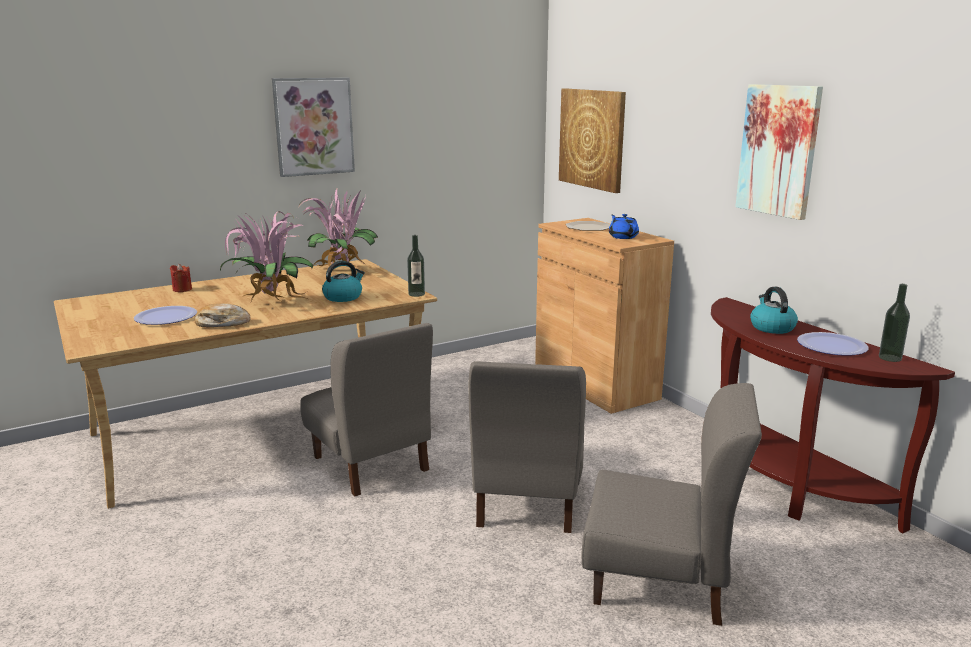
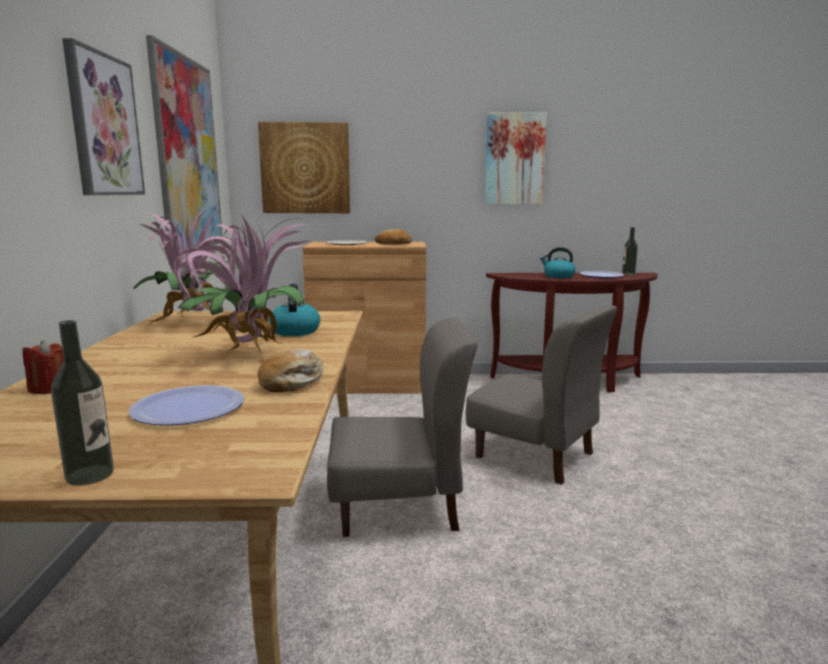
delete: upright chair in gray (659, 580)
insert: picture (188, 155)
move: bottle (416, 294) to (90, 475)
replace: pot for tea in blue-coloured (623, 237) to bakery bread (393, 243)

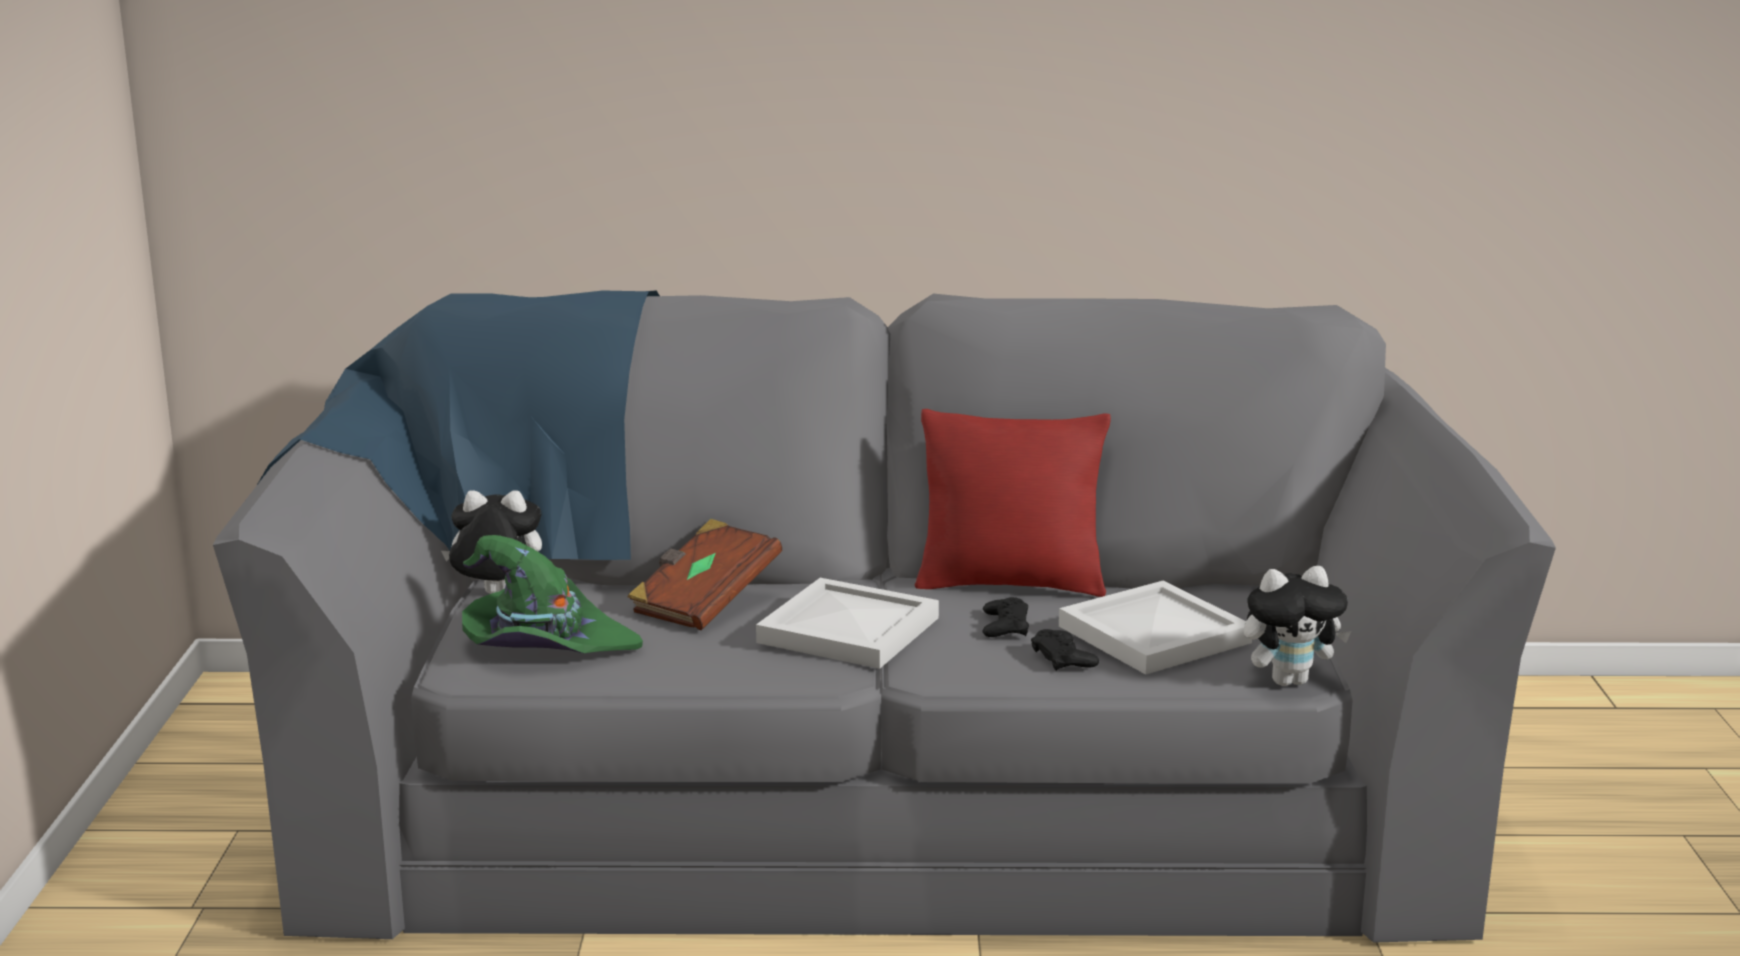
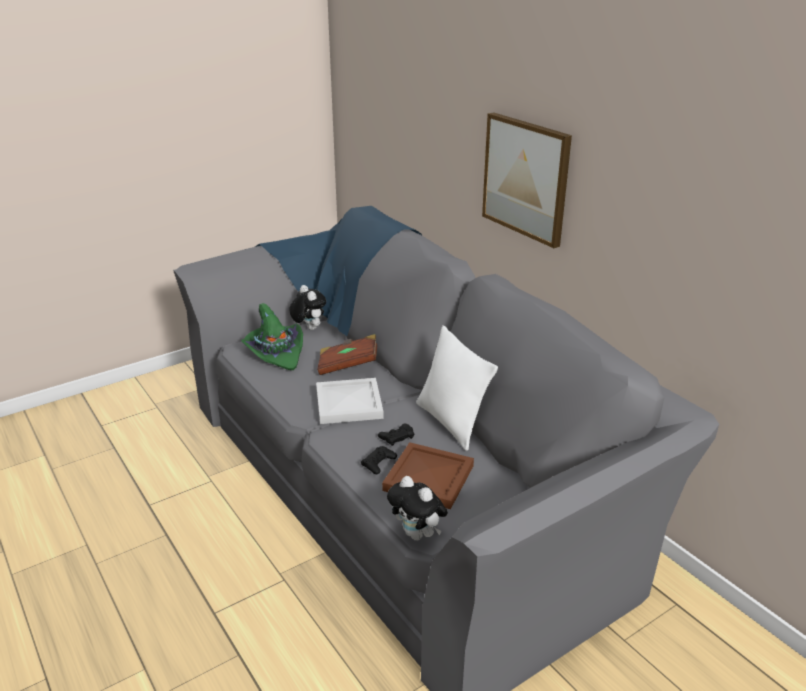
insert: picture (526, 178)
recolor: cushion in red (1010, 584) to cushion in white-coloured (451, 422); serving tray in white-coloured (1154, 635) to serving tray in brown (427, 478)

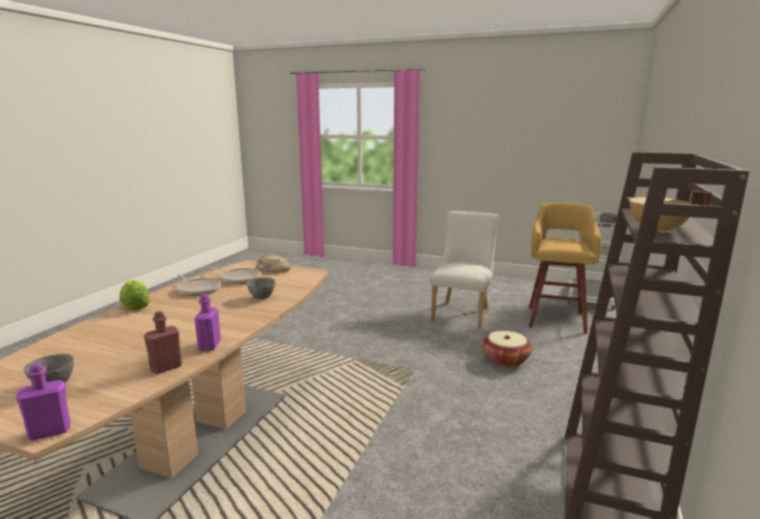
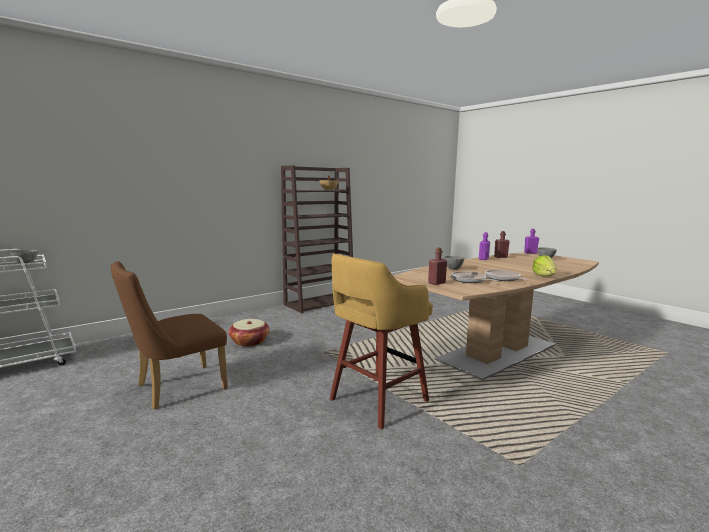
move: stool in yellow-coloured (556, 318) to (376, 401)
replace: bakery bread (273, 269) to bottle in red (436, 283)
recolor: upright chair in white-coloured (462, 312) to upright chair in brown (175, 388)

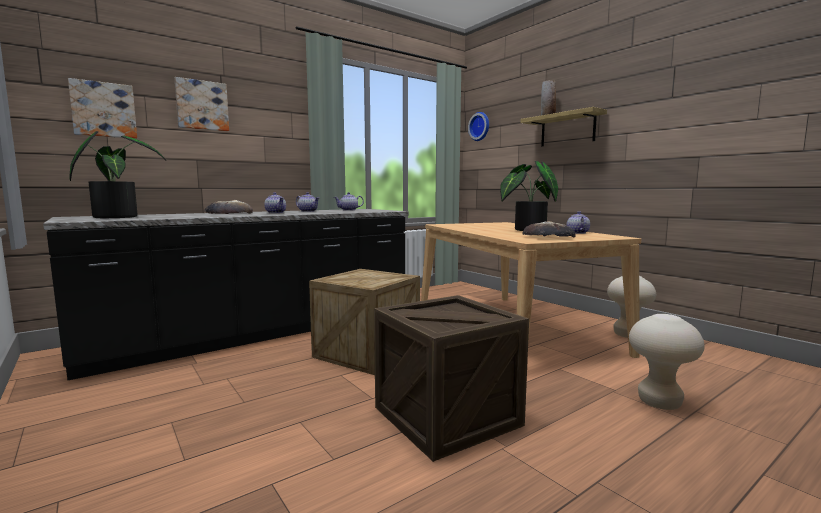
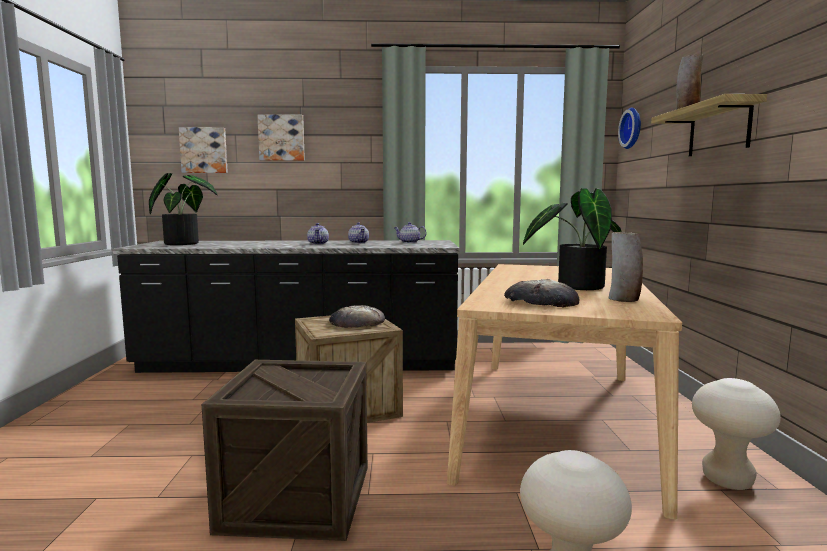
move: bakery bread (229, 213) to (356, 322)
replace: pot for tea (577, 233) to decorative vase (623, 299)

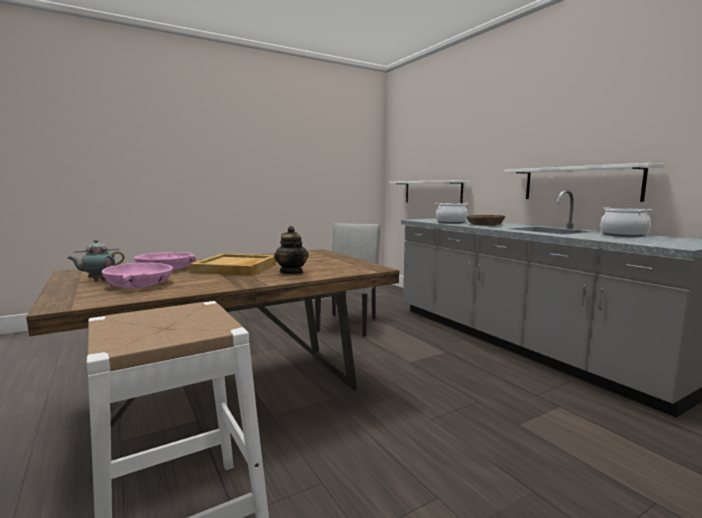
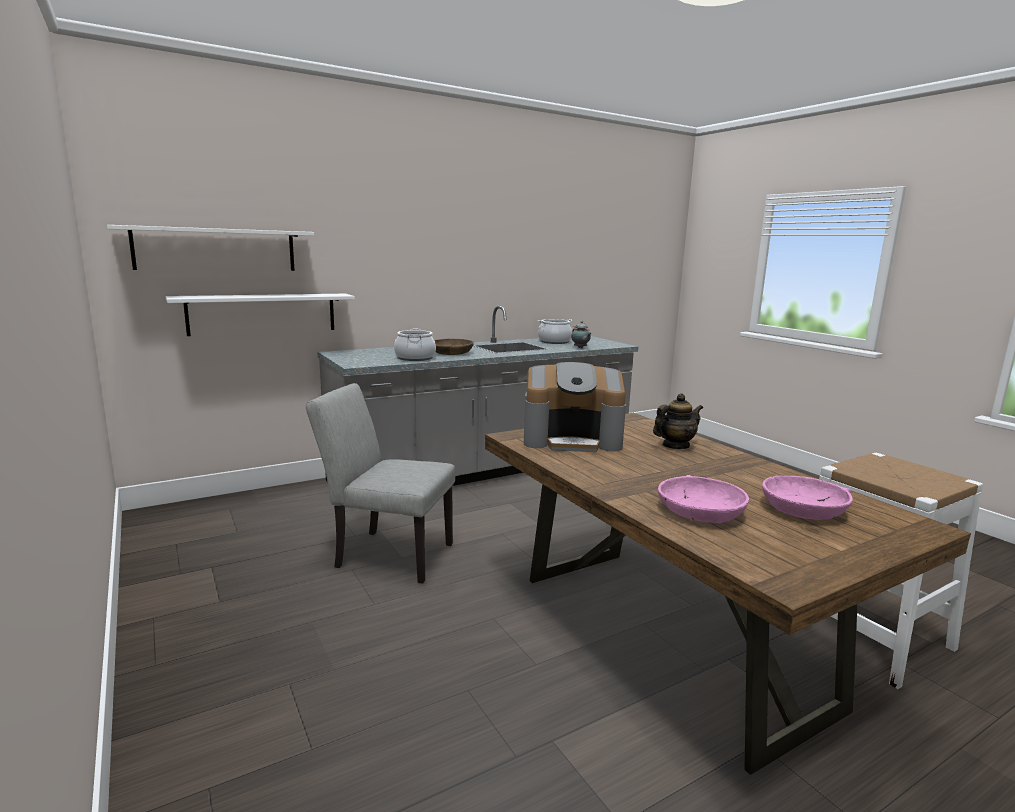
delete: serving tray in beige-coloured (236, 268)
insert: coffee brewer (572, 439)
move: pot for tea (98, 280) to (580, 348); shelf in white-coloured (579, 183) to (216, 249)

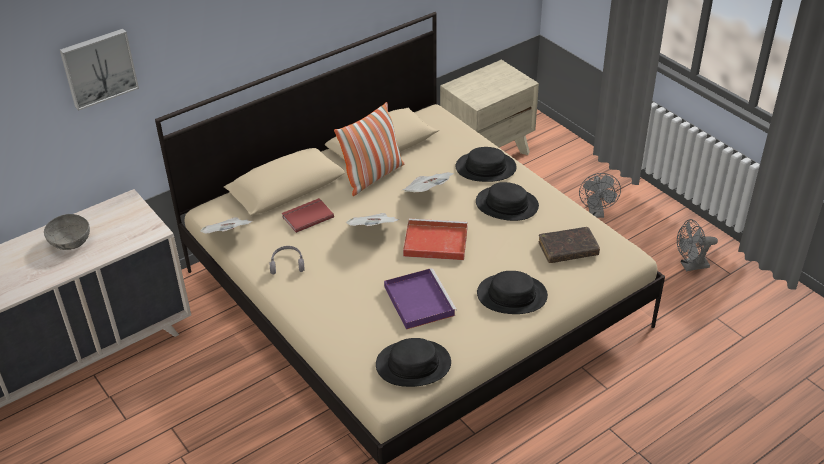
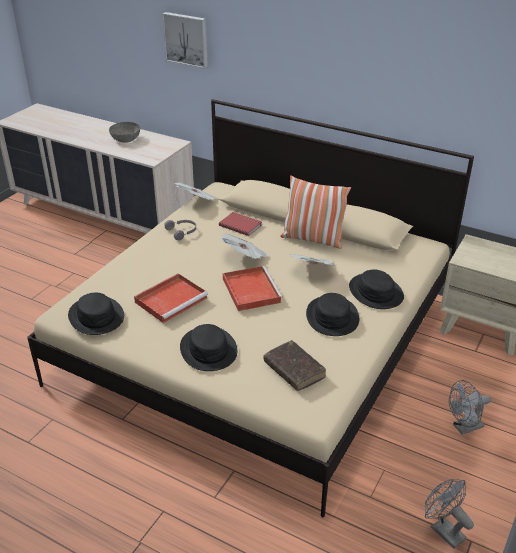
recolor: serving tray in purple-coloured (418, 300) to serving tray in red (172, 299)

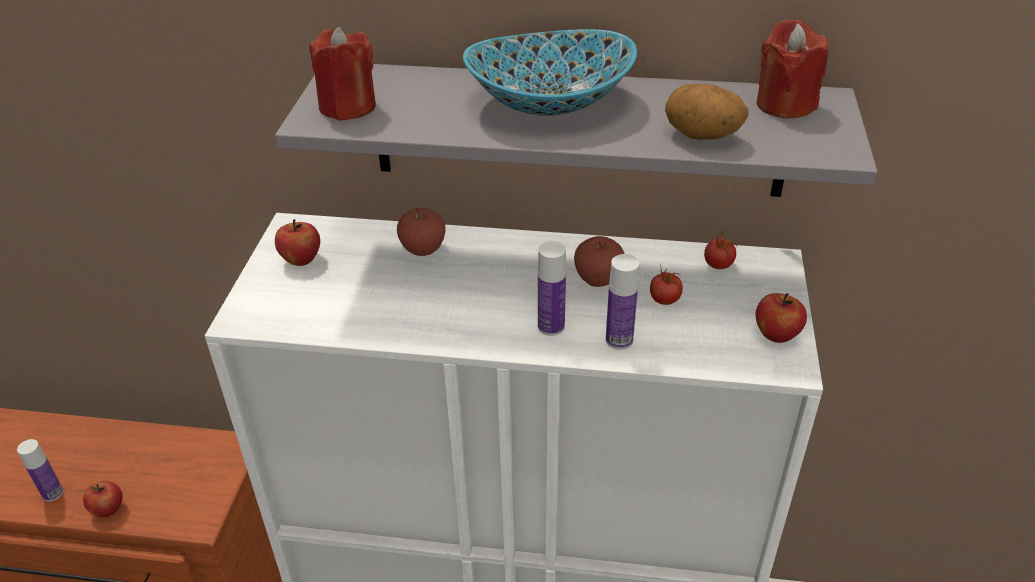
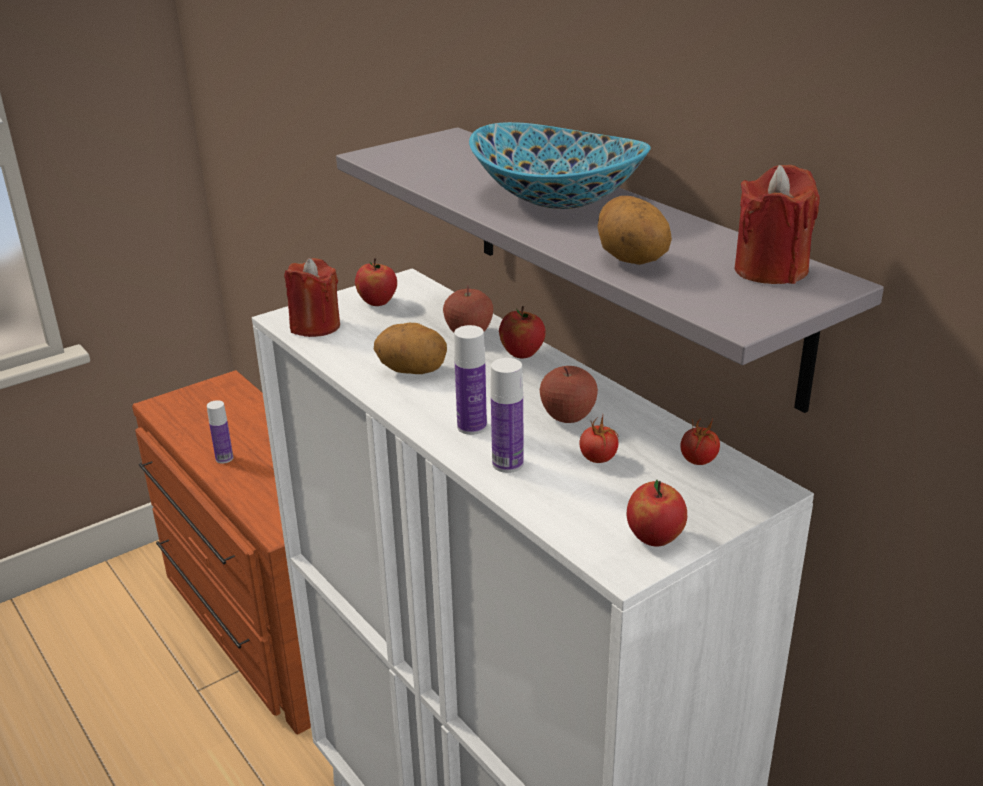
insert: potato (412, 371)
move: whole apple (108, 510) to (522, 353); wax light in red (348, 107) to (315, 326)

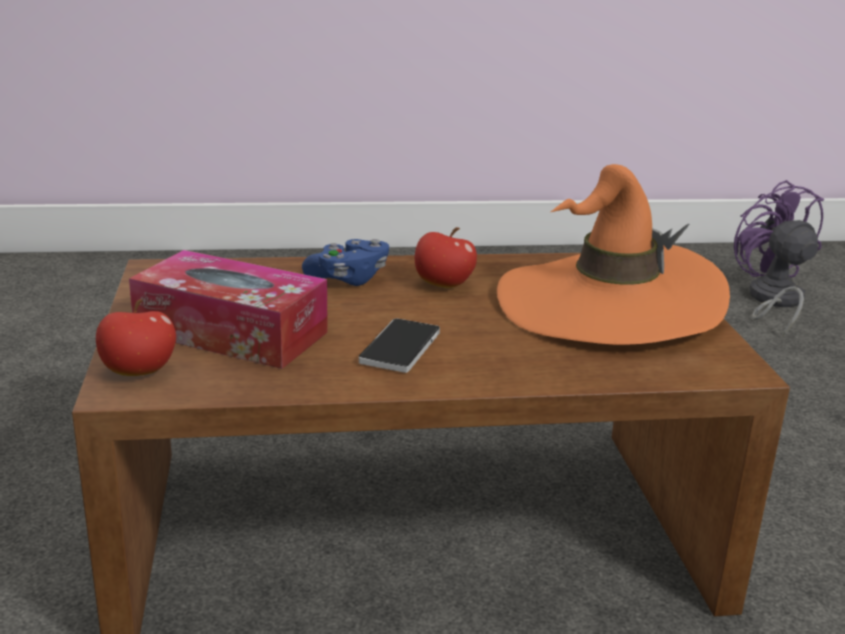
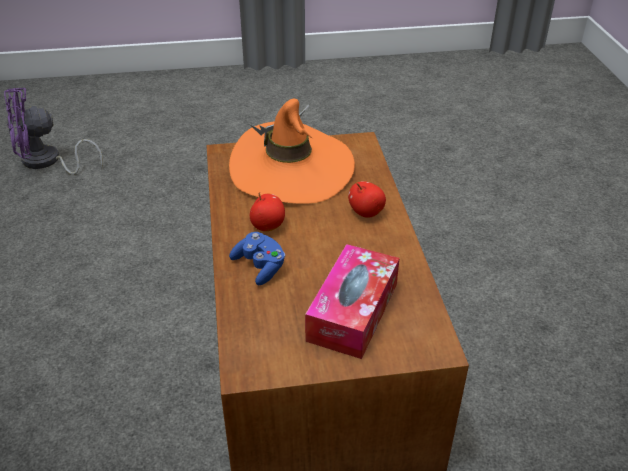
delete: handset (400, 348)
move: whole apple (138, 372) to (366, 212)

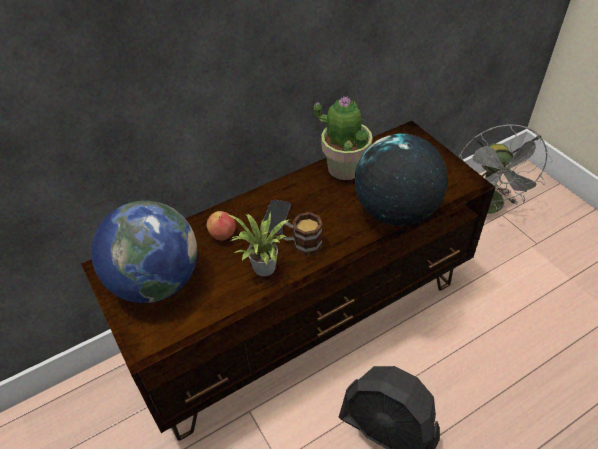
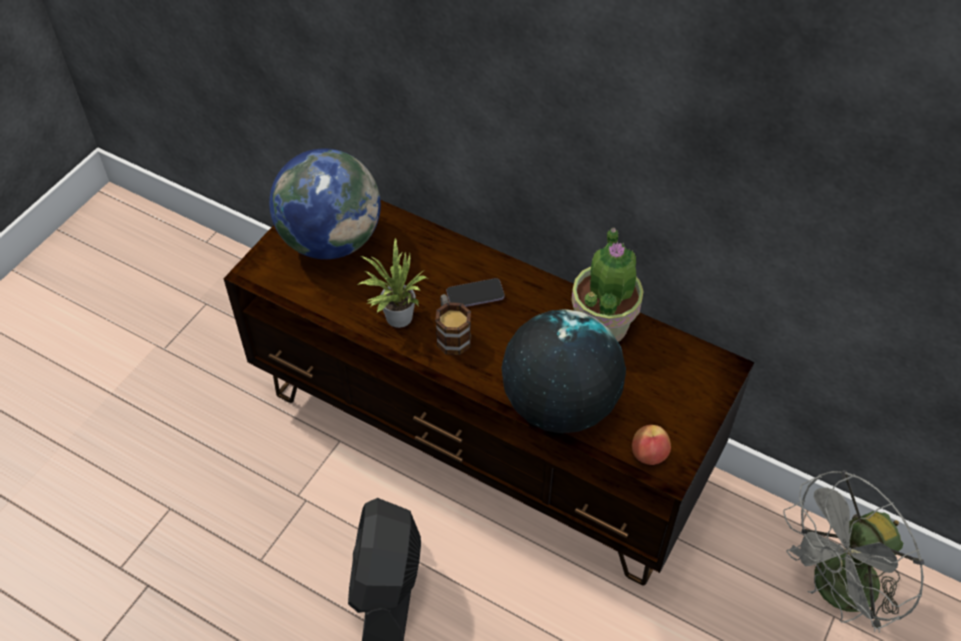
move: whole apple (223, 234) to (649, 454)

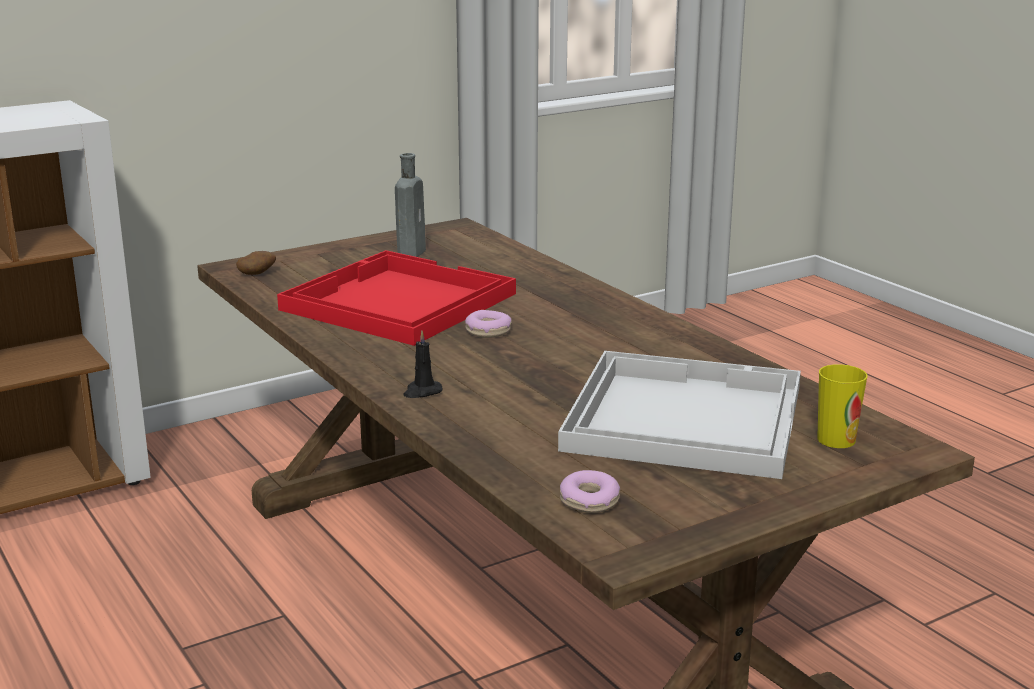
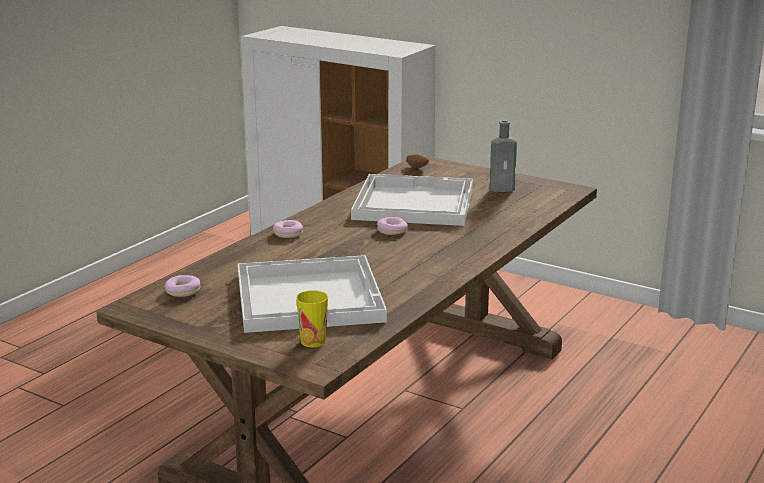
replace: wax light in black (422, 392) to doughnut (288, 233)
recolor: serving tray in red (396, 302) to serving tray in white-coloured (413, 203)

